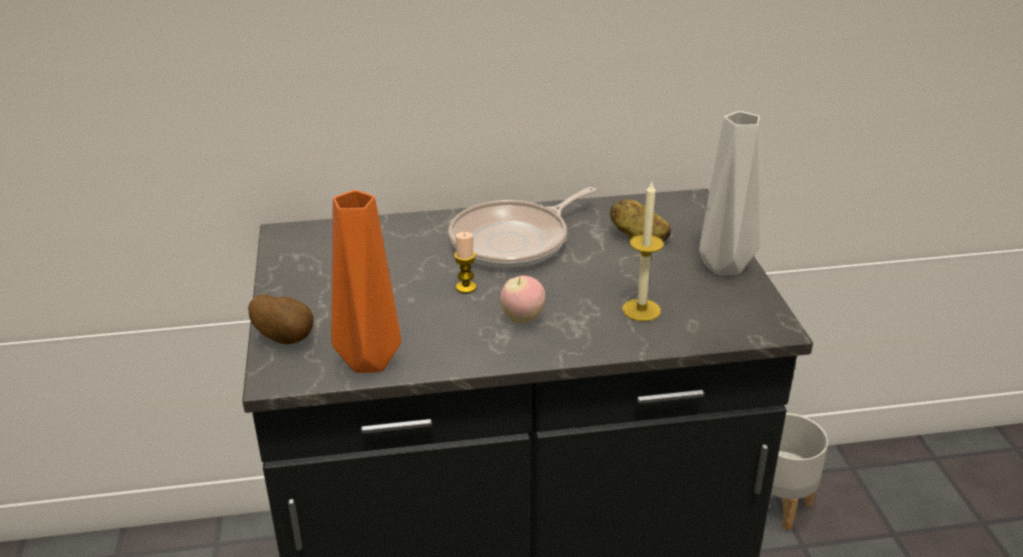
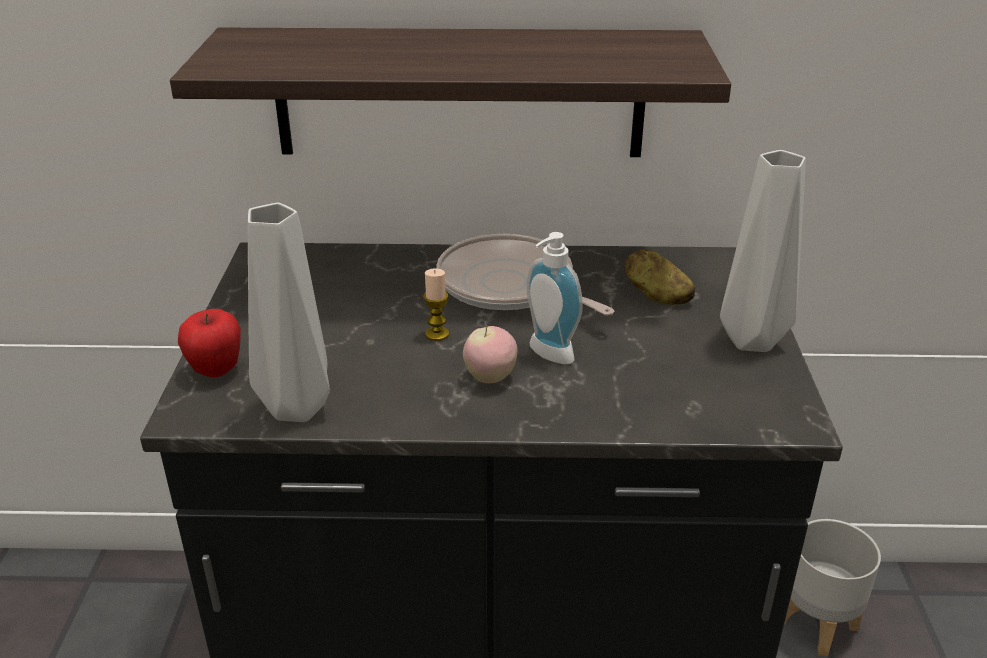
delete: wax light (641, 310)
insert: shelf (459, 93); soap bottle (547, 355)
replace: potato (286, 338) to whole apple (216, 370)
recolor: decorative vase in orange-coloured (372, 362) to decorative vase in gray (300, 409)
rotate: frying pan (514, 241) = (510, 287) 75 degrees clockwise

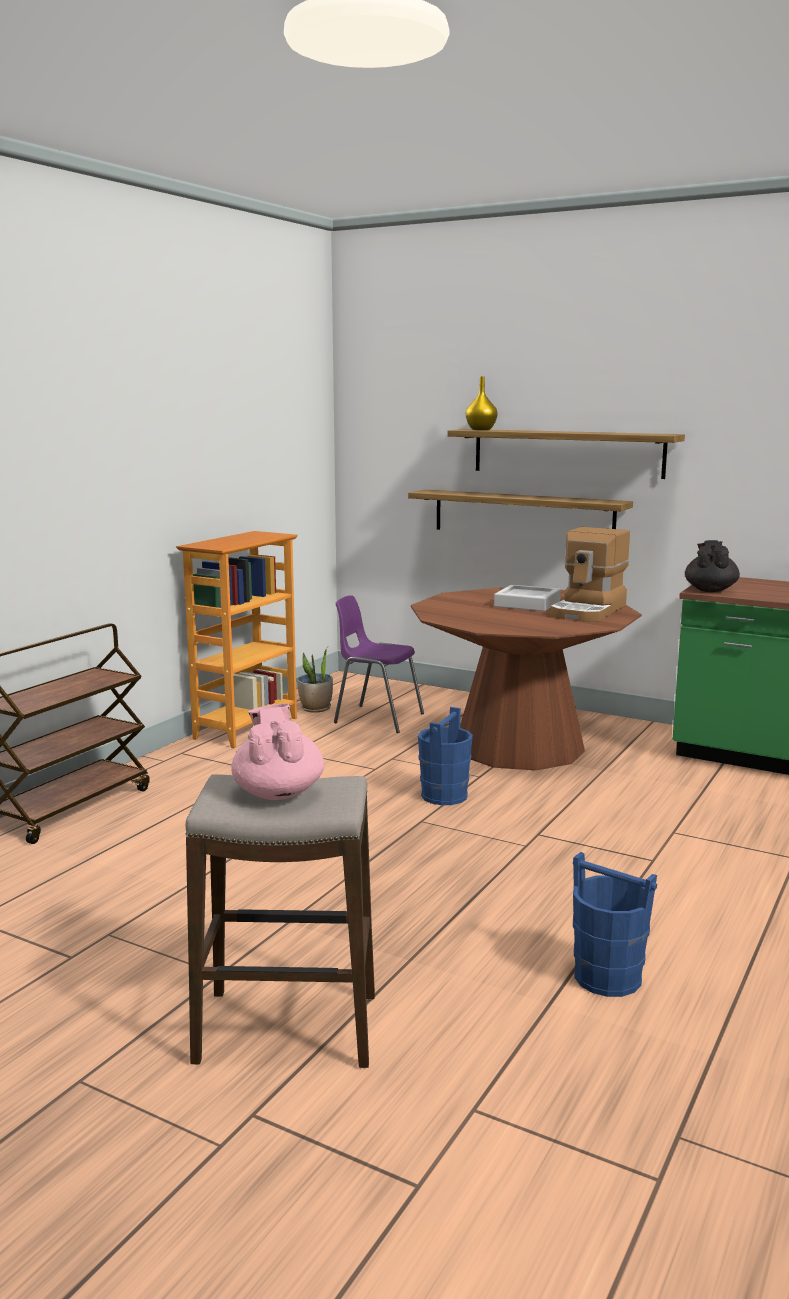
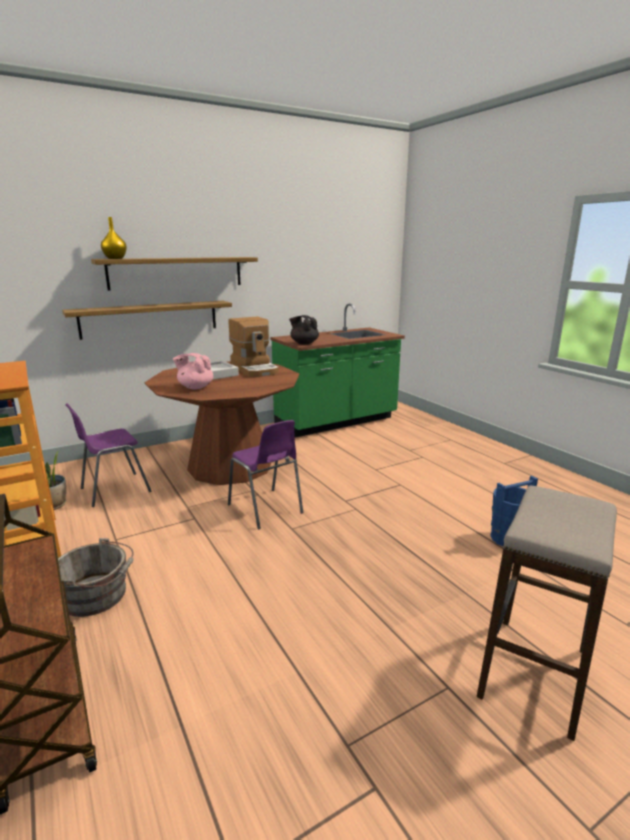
insert: bucket in gray (98, 595)
move: pot for tea in pink (278, 793) to (195, 387)
replace: bucket in blue-coloured (444, 796) to upright chair in purple-coloured (266, 509)

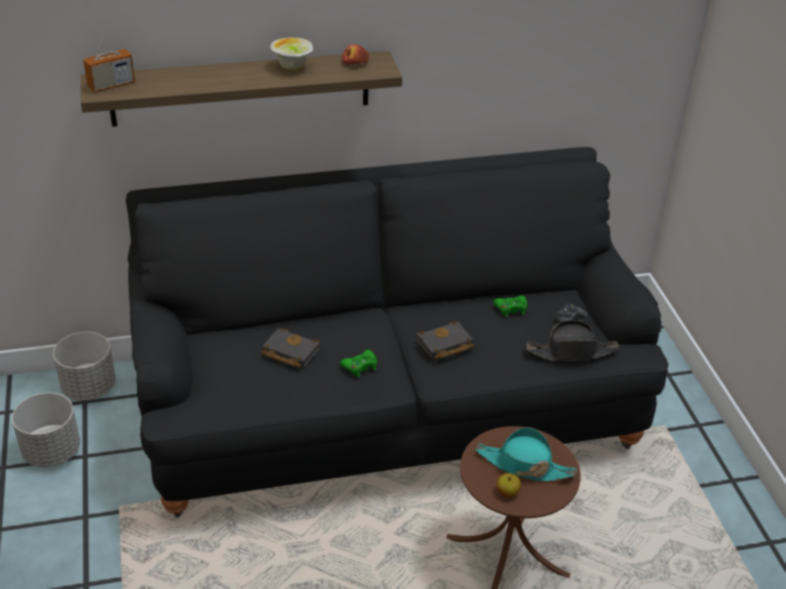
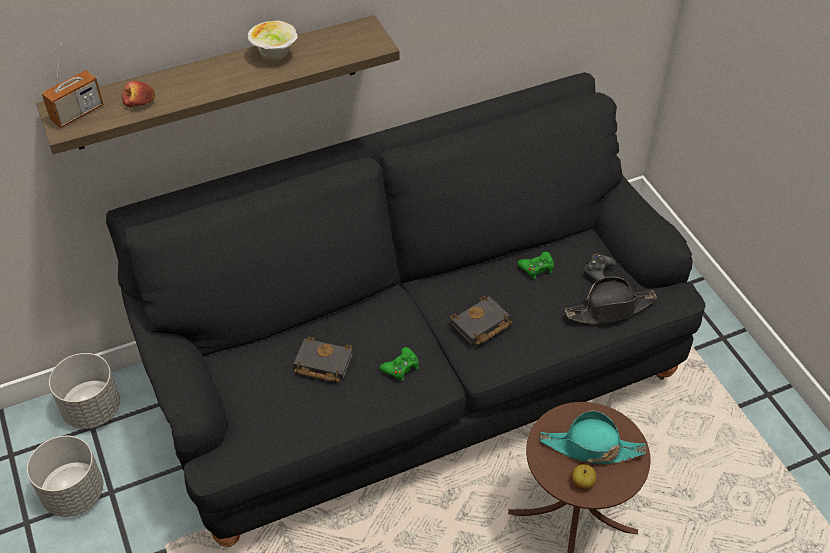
move: whole apple (355, 63) to (139, 101)

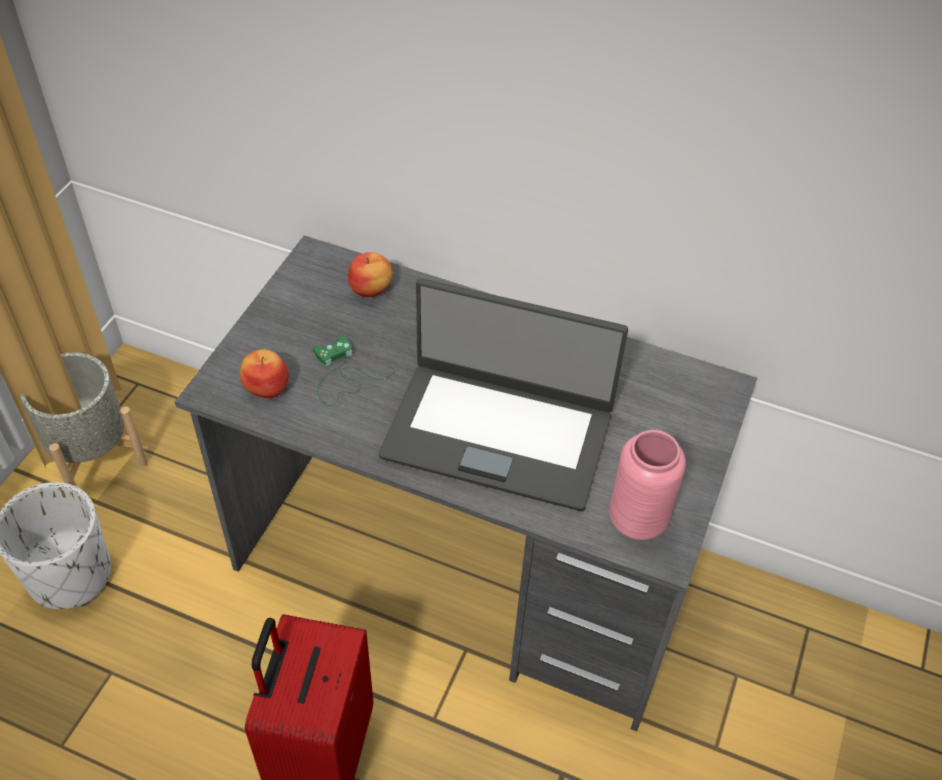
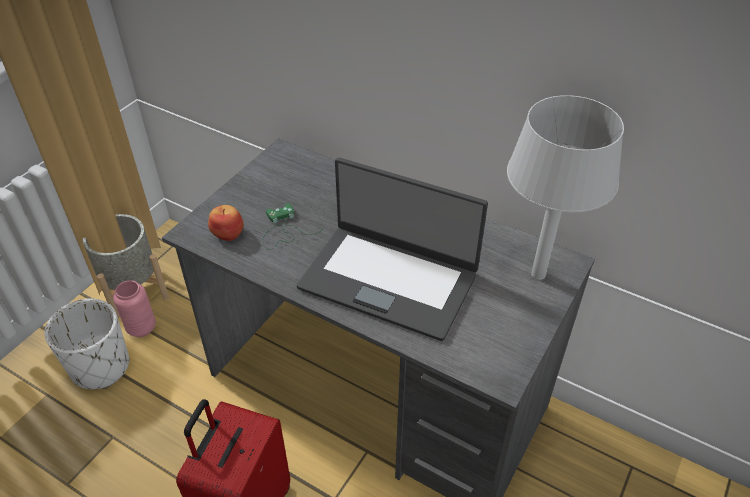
delete: whole apple (371, 289)
insert: tabletop lamp in gray (539, 274)
move: decorative vase in pink (637, 520) to (141, 328)

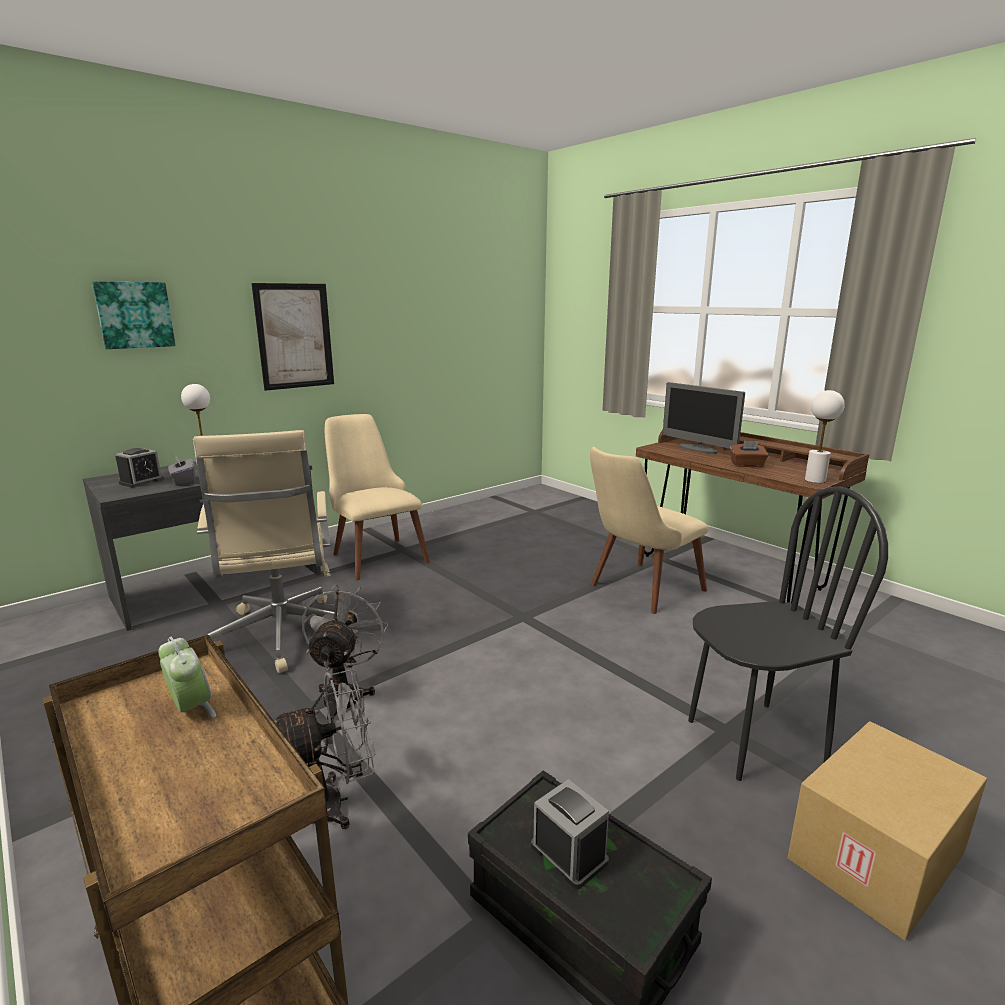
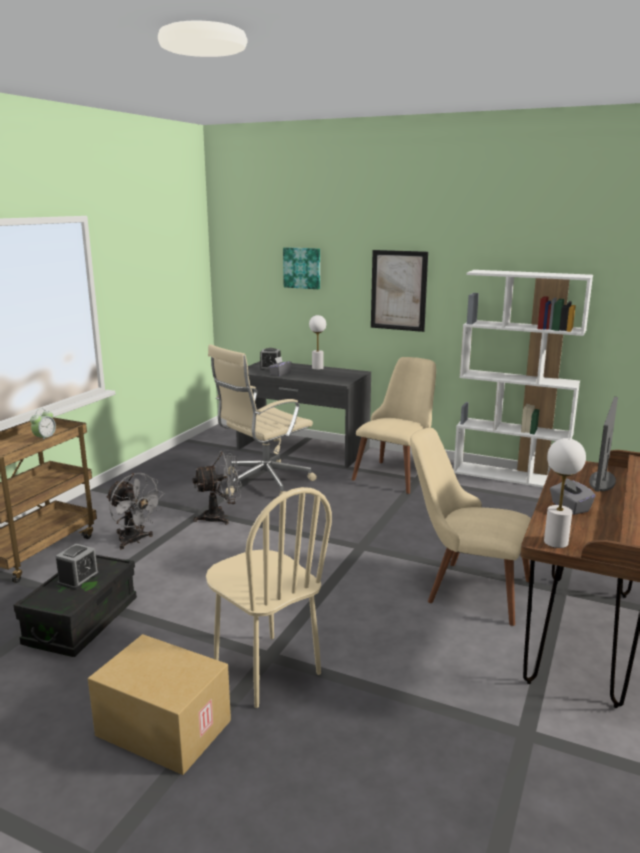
insert: bookshelf in white-coloured (510, 476)
recolor: upright chair in black (754, 740) to upright chair in beige-coloured (266, 669); tissue holder in brown (747, 465) to tissue holder in gray (569, 507)

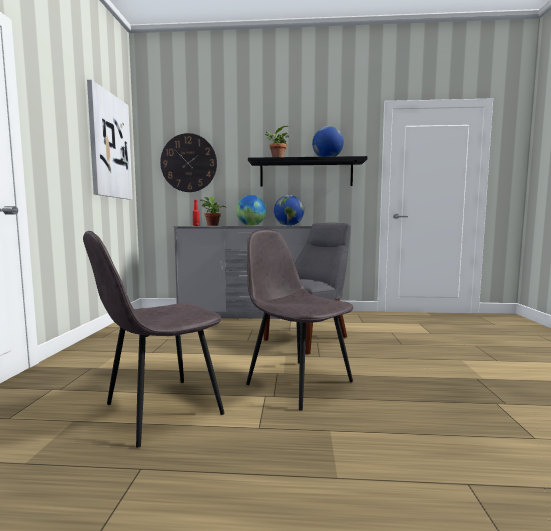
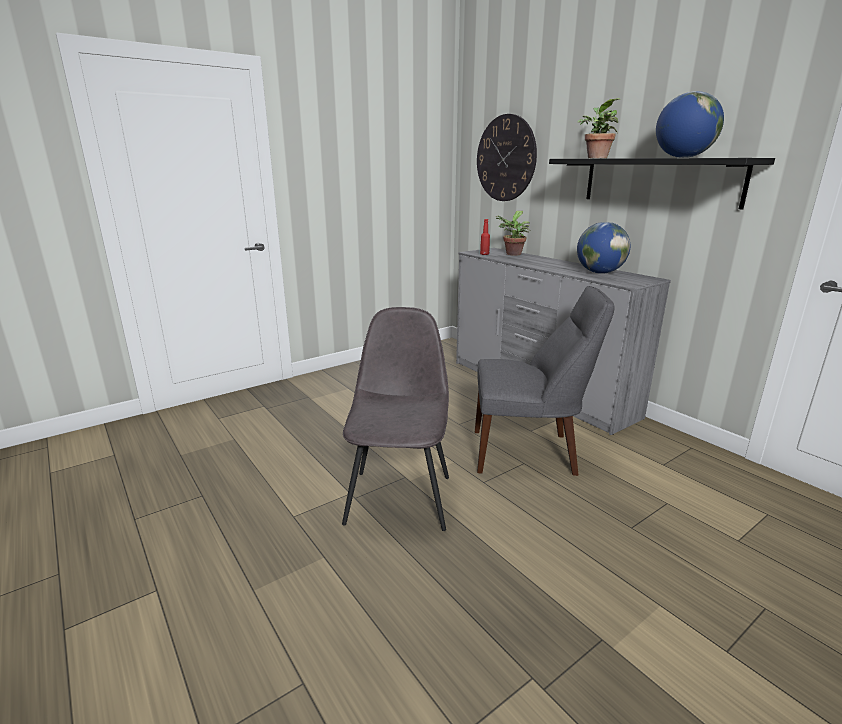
delete: upright chair in gray (160, 410); picture (110, 146); globe (251, 225)

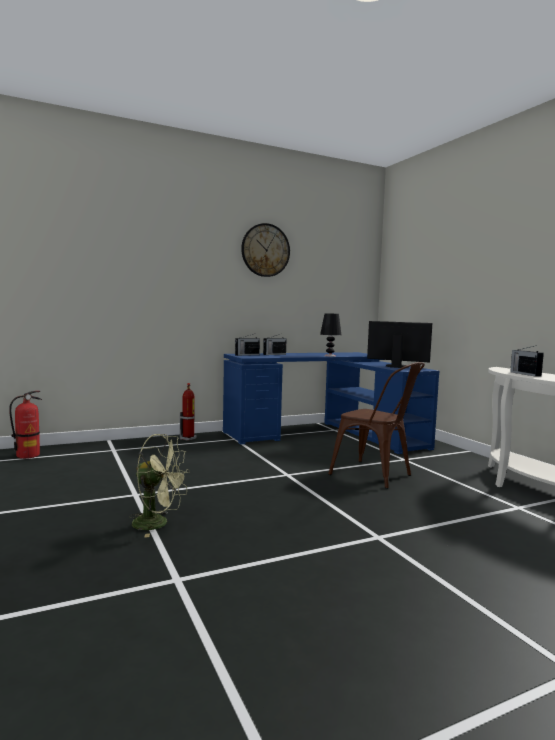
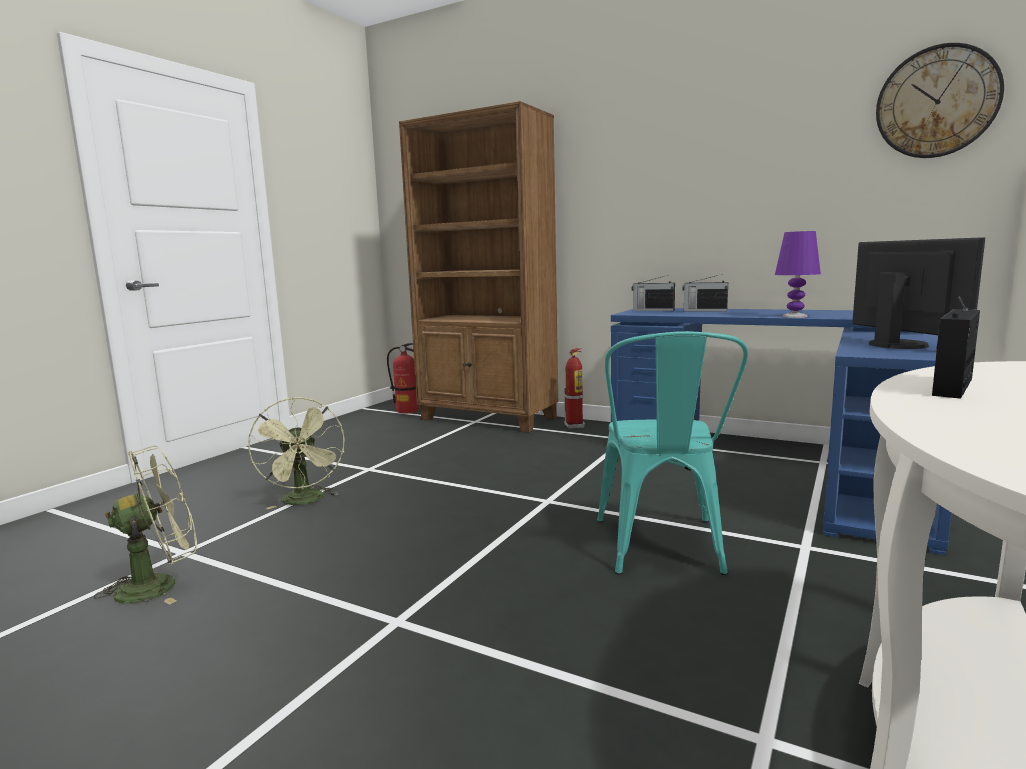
insert: cooling fan in green-coloured (160, 585); bookshelf in brown (488, 419)
move: wall clock (265, 250) to (936, 102)
recolor: tabletop lamp in black (330, 356) to tabletop lamp in purple-coloured (795, 316); upright chair in brown (376, 476) to upright chair in turquoise-coloured (662, 550)

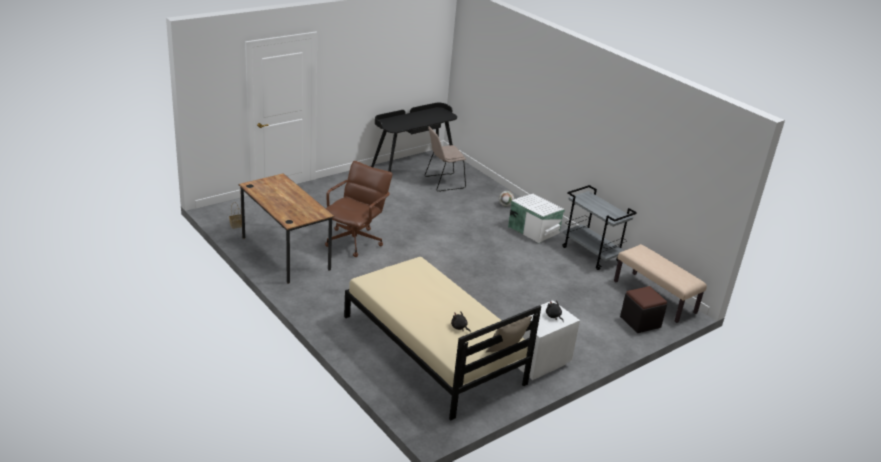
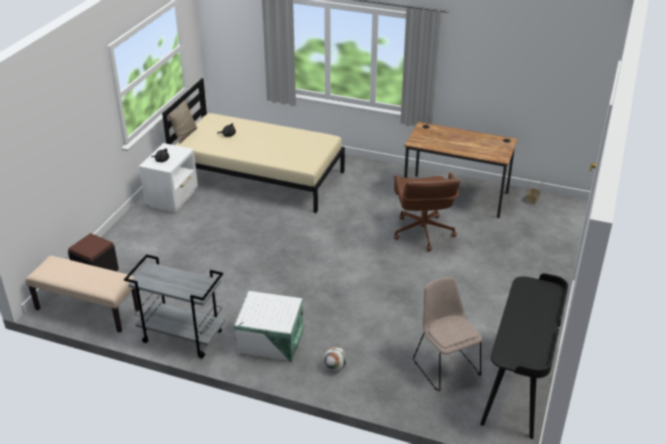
rotate: upright chair in beige-coloured (443, 182) = (445, 366) 60 degrees counterclockwise

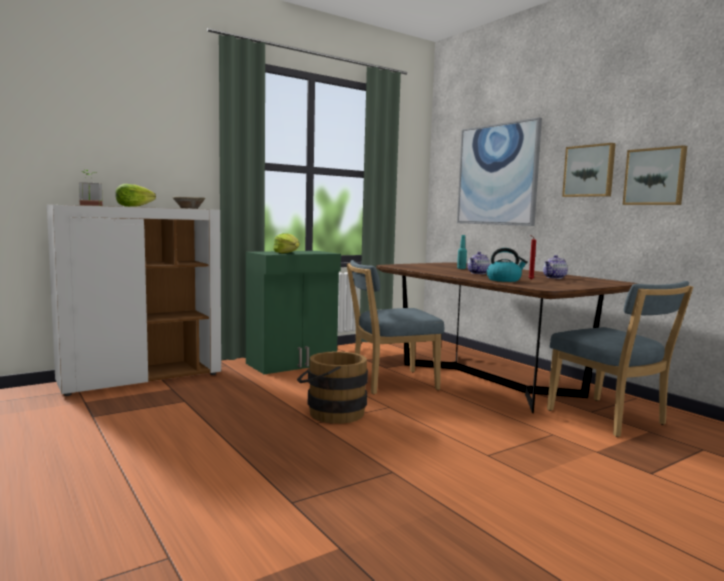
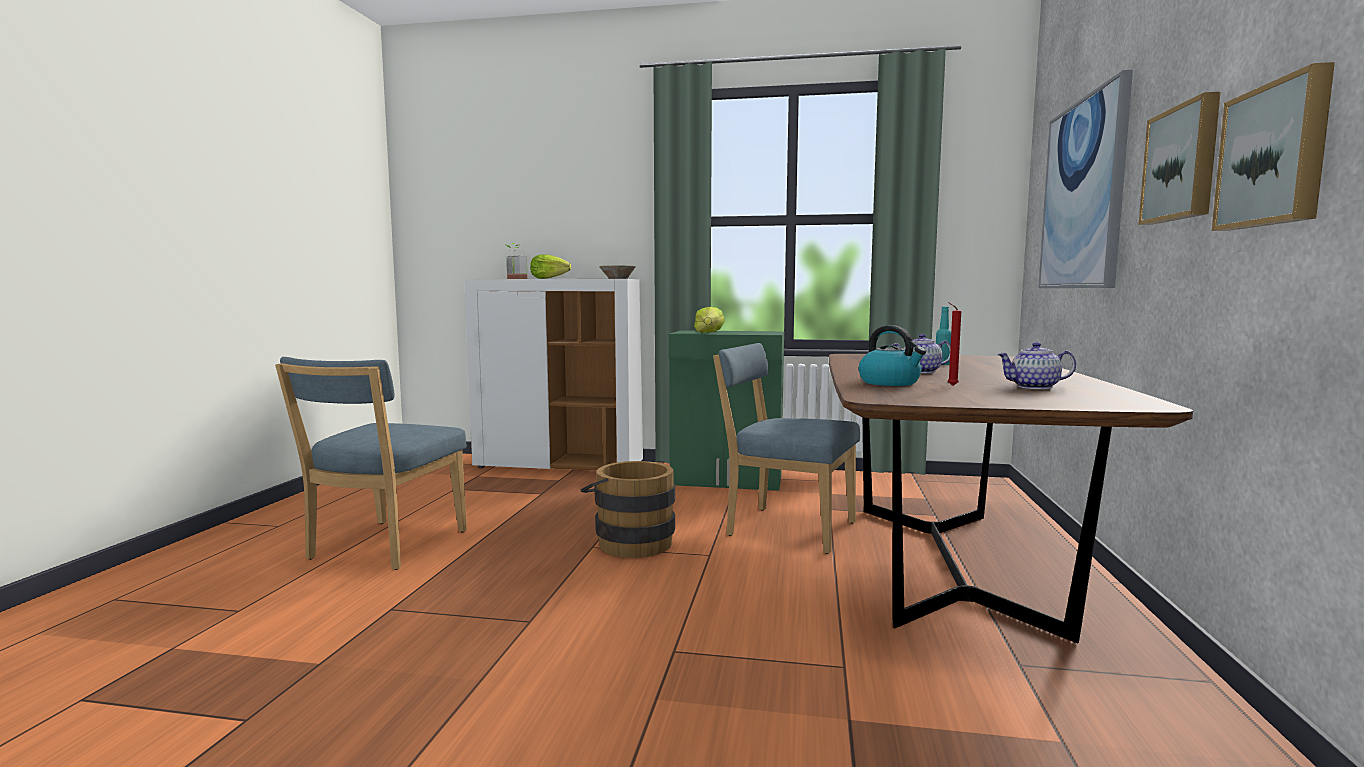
move: upright chair in blue-coloured (610, 419) to (383, 547)

